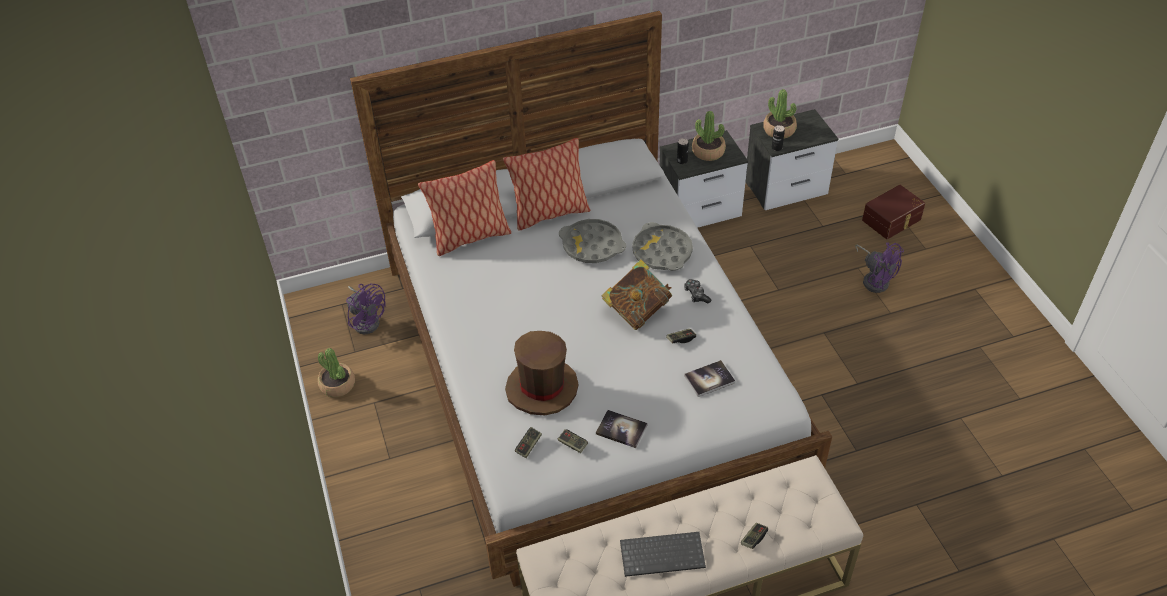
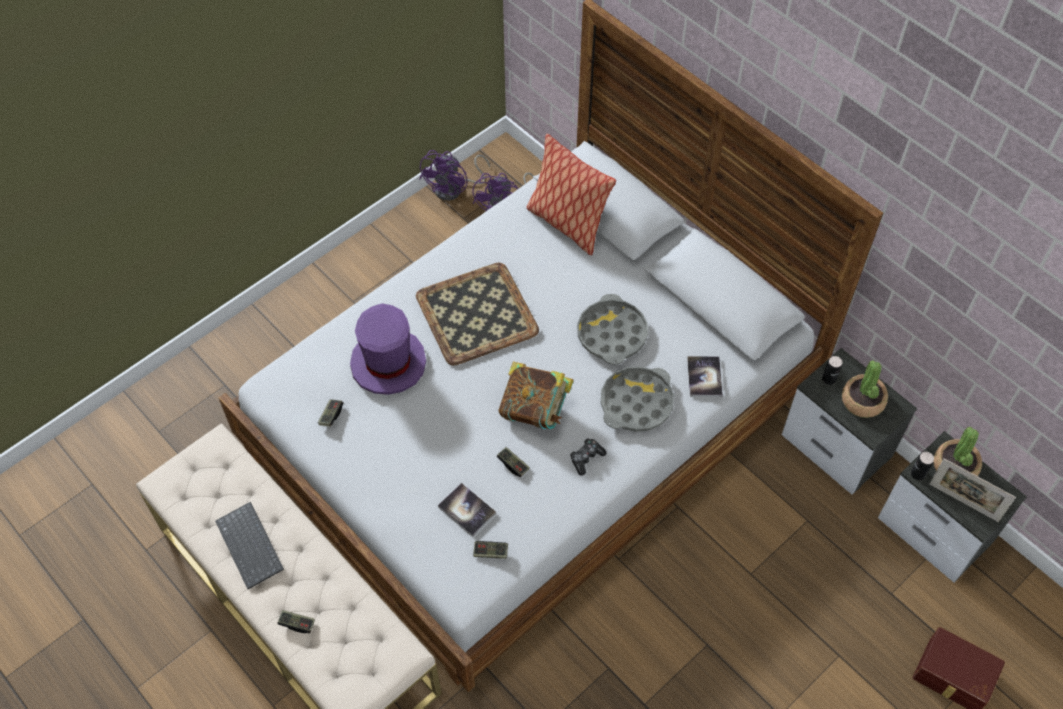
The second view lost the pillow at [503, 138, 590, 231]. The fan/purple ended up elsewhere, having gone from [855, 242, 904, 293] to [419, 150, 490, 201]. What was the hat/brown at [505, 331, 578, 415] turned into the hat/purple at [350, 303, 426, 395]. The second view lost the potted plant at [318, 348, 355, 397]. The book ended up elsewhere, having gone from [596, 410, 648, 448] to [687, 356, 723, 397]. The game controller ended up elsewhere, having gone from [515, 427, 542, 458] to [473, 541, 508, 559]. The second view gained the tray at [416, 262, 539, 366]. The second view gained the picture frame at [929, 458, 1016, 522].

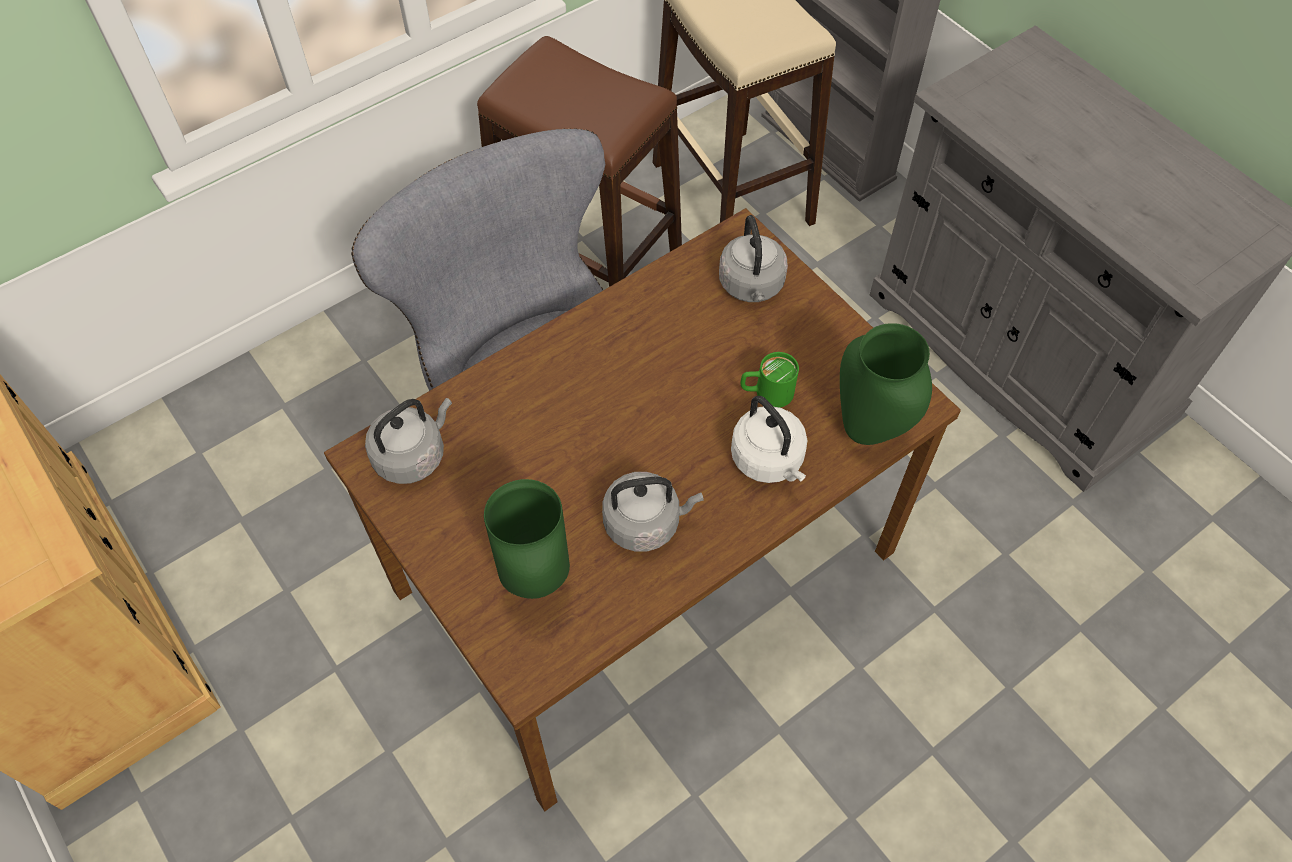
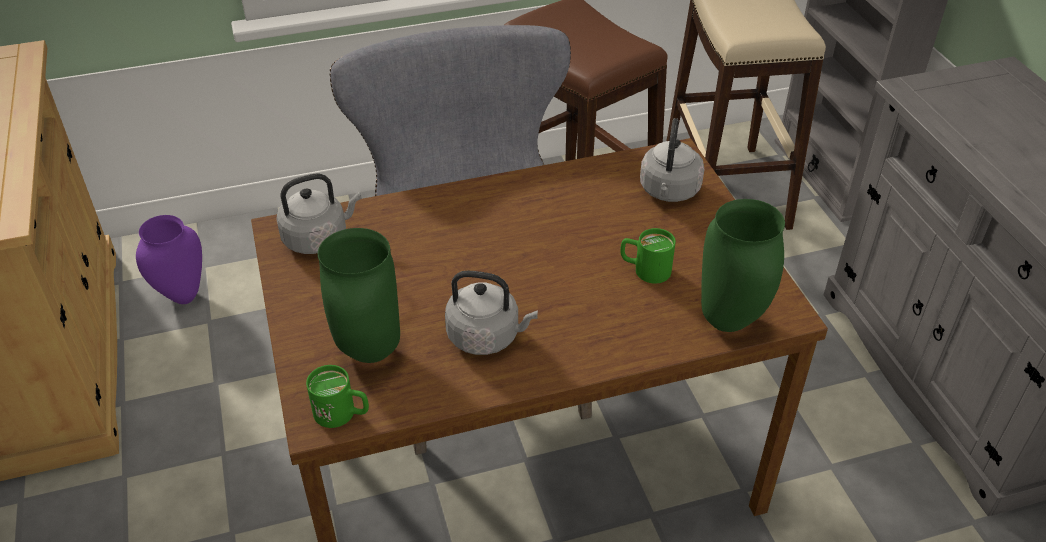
The second view lost the kettle/white at [731, 396, 808, 483]. The second view gained the vase/purple at [136, 215, 202, 304]. The second view gained the mug/green at [306, 365, 369, 428].

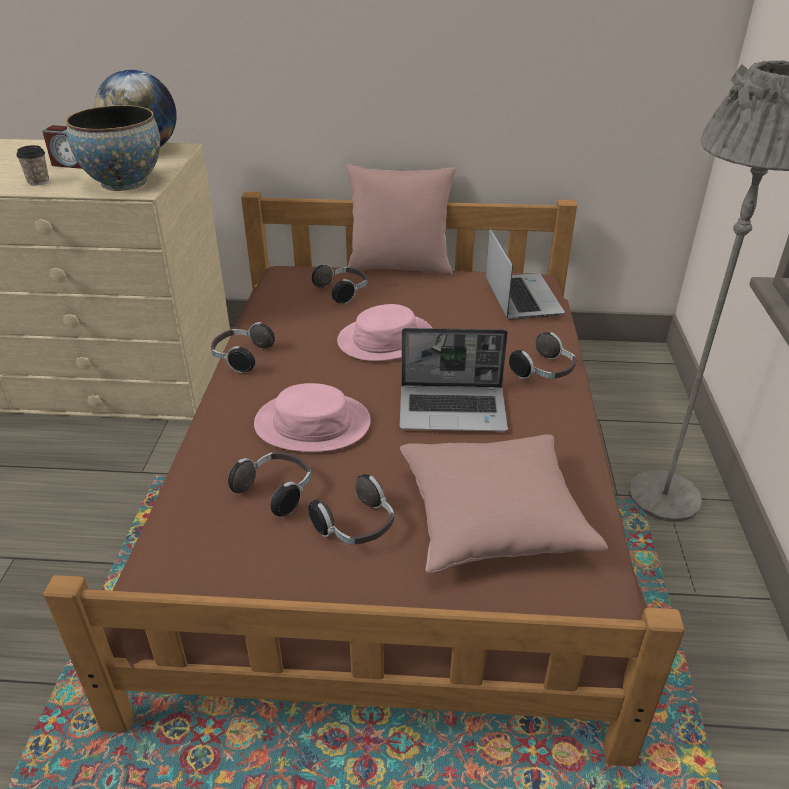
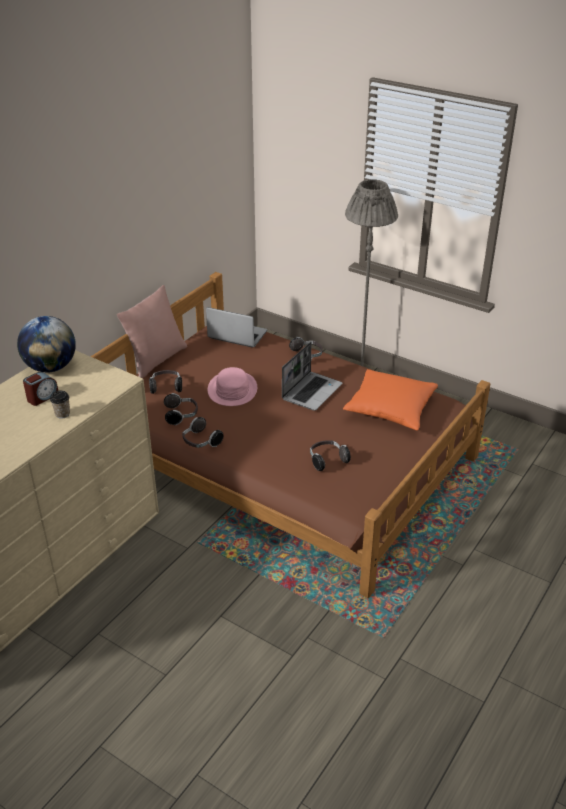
The second view lost the bowl at [66, 105, 160, 191]. The second view lost the hat/pink at [254, 383, 371, 452]. What was the pillow/pink at [400, 435, 608, 573] turned into the pillow/orange at [343, 369, 438, 431]. The headphones ended up elsewhere, having gone from [308, 474, 394, 545] to [164, 393, 198, 425].

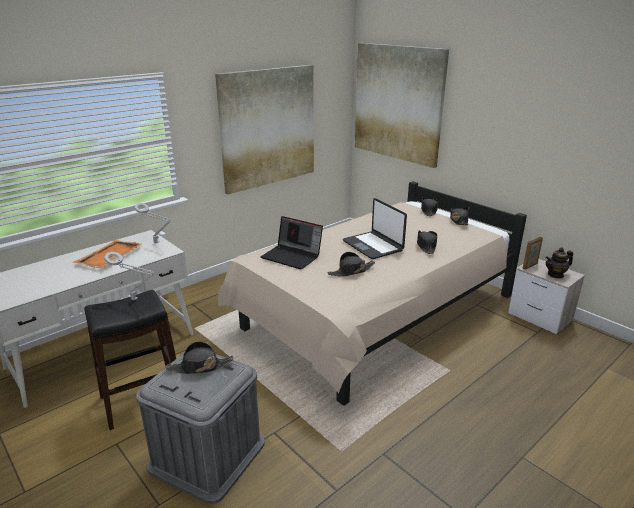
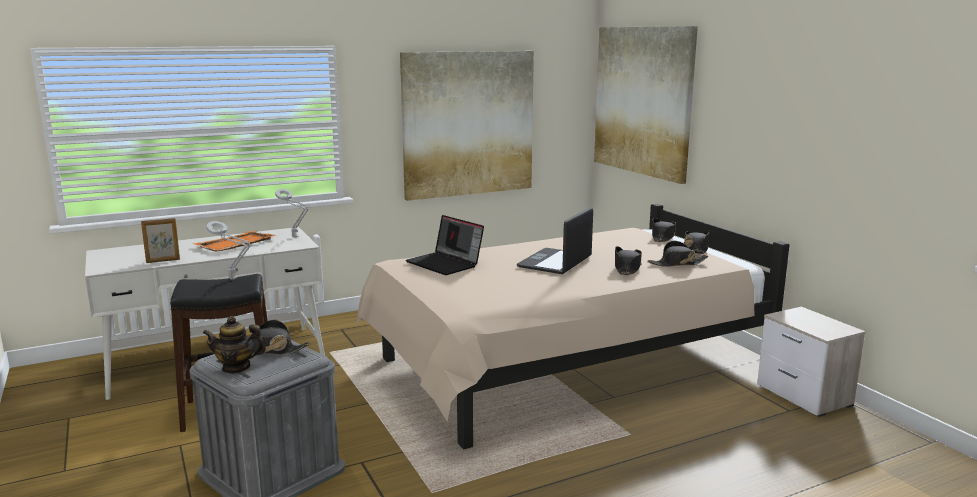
The laptop at [343, 198, 407, 259] ended up facing another way, 45 degrees clockwise from before. The picture frame ended up elsewhere, having gone from [522, 237, 543, 270] to [141, 218, 180, 263]. The teapot ended up elsewhere, having gone from [546, 247, 573, 278] to [203, 316, 266, 374]. The hat/black ended up elsewhere, having gone from [328, 252, 375, 277] to [647, 241, 708, 267].

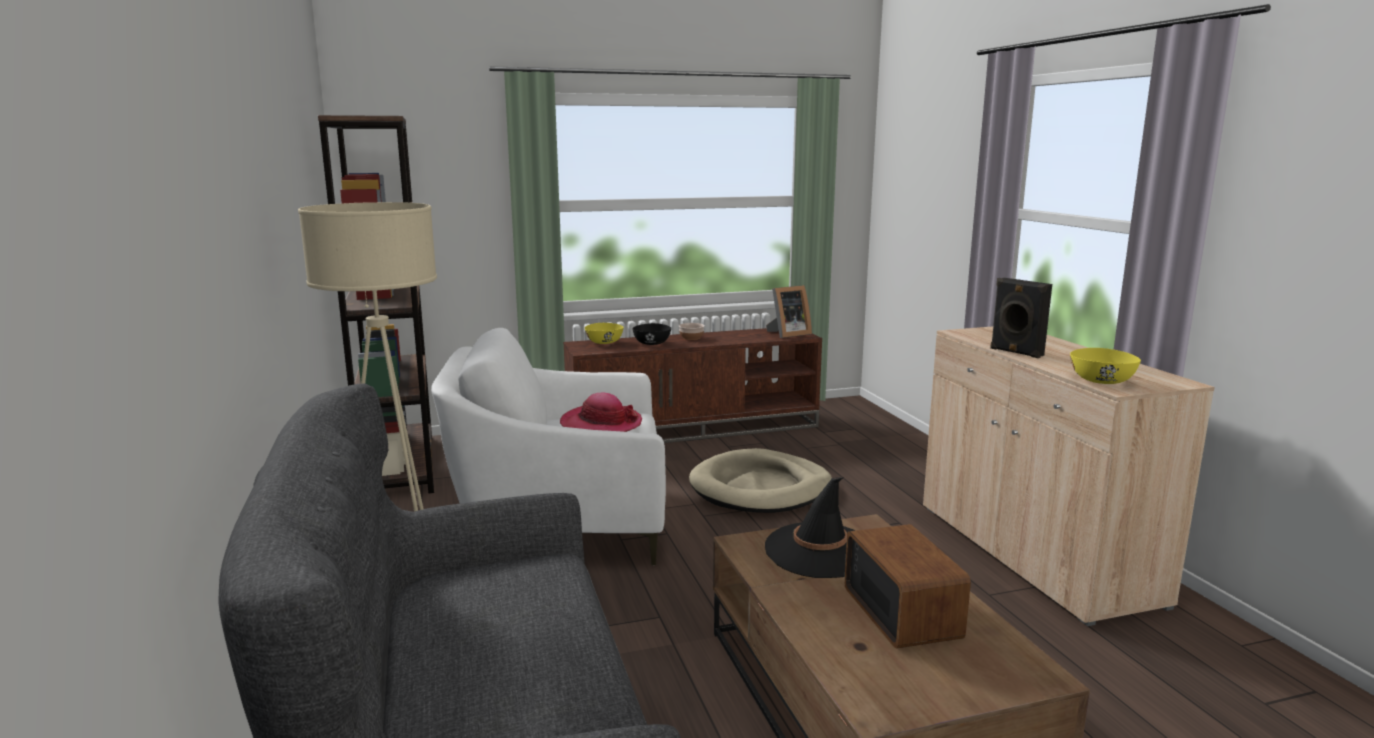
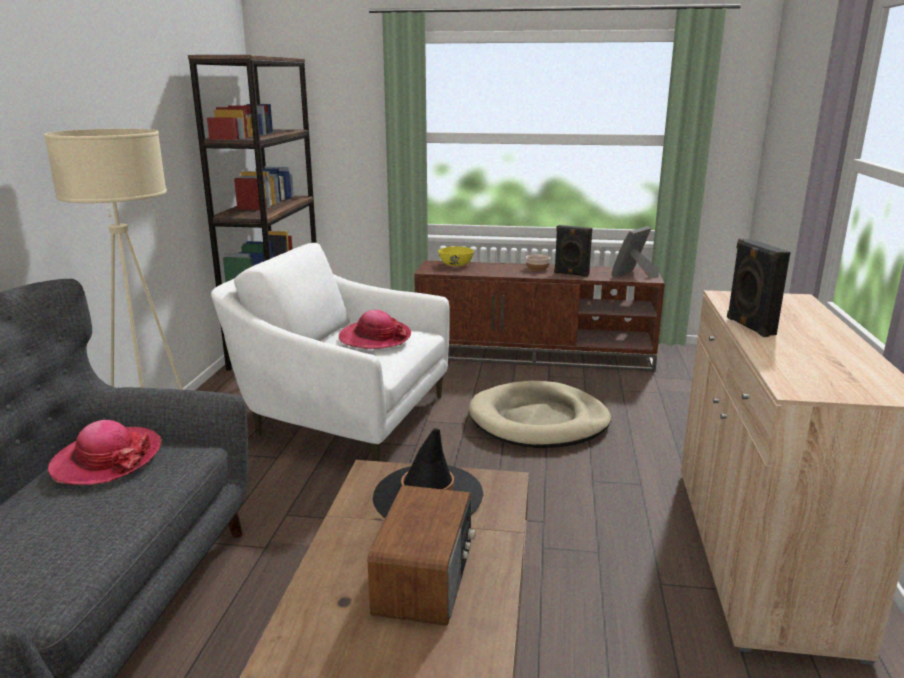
The picture frame at [766, 285, 812, 338] ended up facing another way, 135 degrees clockwise from before. The second view lost the bowl/black at [632, 323, 671, 345]. The second view lost the bowl/yellow at [1070, 348, 1141, 384]. The second view gained the speaker/black at [554, 225, 592, 277]. The second view gained the hat at [48, 420, 162, 485].

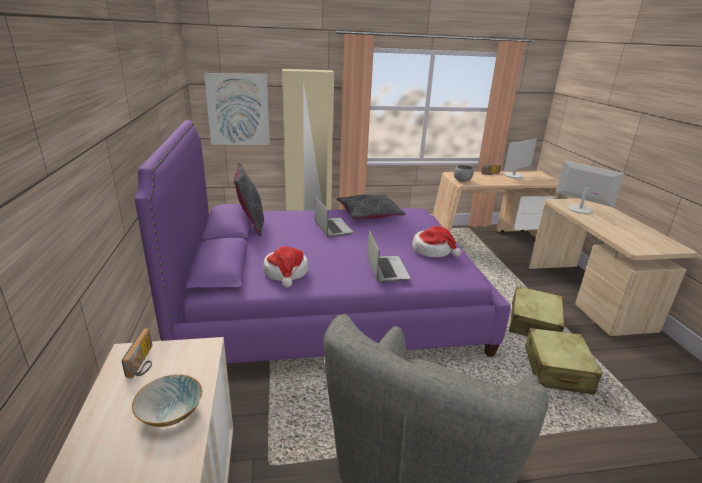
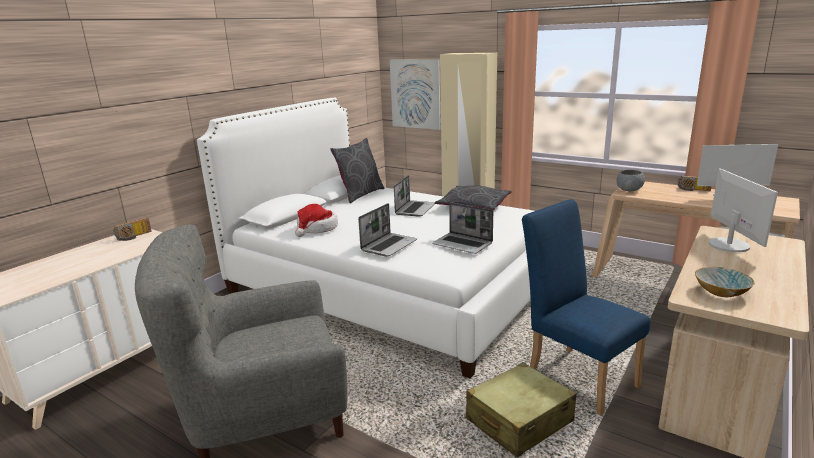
What was the bed/purple at [135, 120, 511, 364] turned into the bed/white at [197, 98, 534, 379]. Where the hat stood at [412, 226, 461, 257], the laptop came to stand at [432, 202, 493, 254]. Where the suitcase/beige stood at [509, 286, 565, 336], the chair/blue came to stand at [522, 199, 651, 416]. The bowl ended up elsewhere, having gone from [132, 374, 202, 427] to [695, 267, 755, 297].

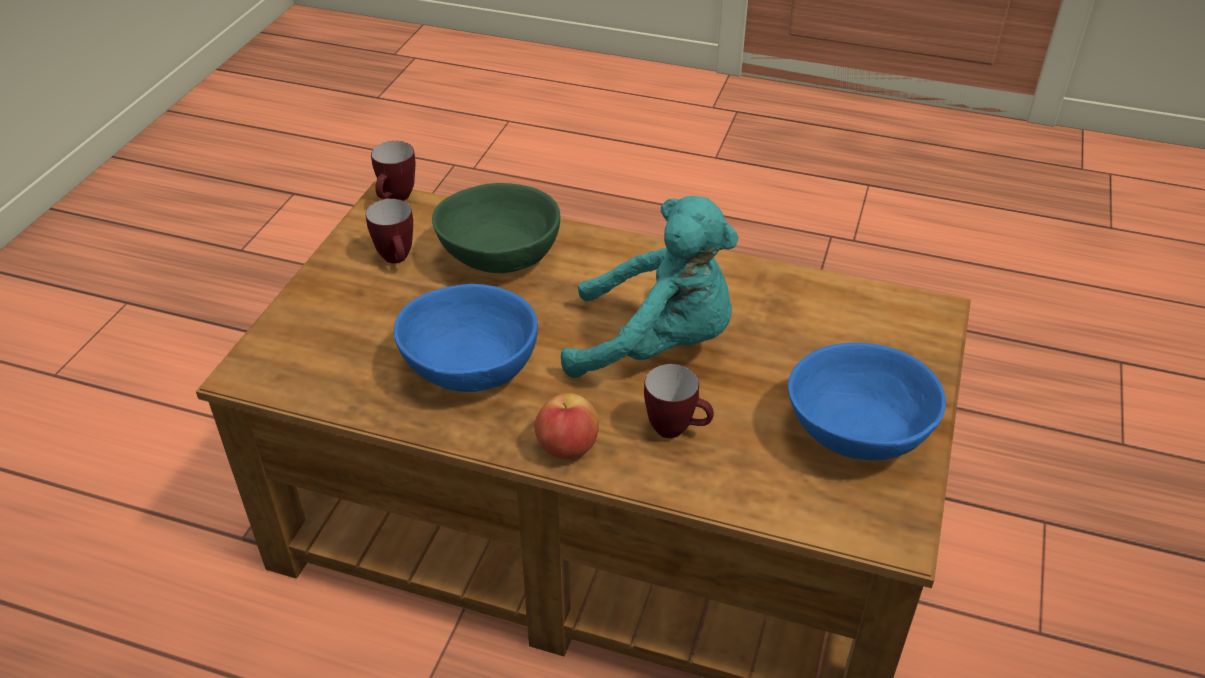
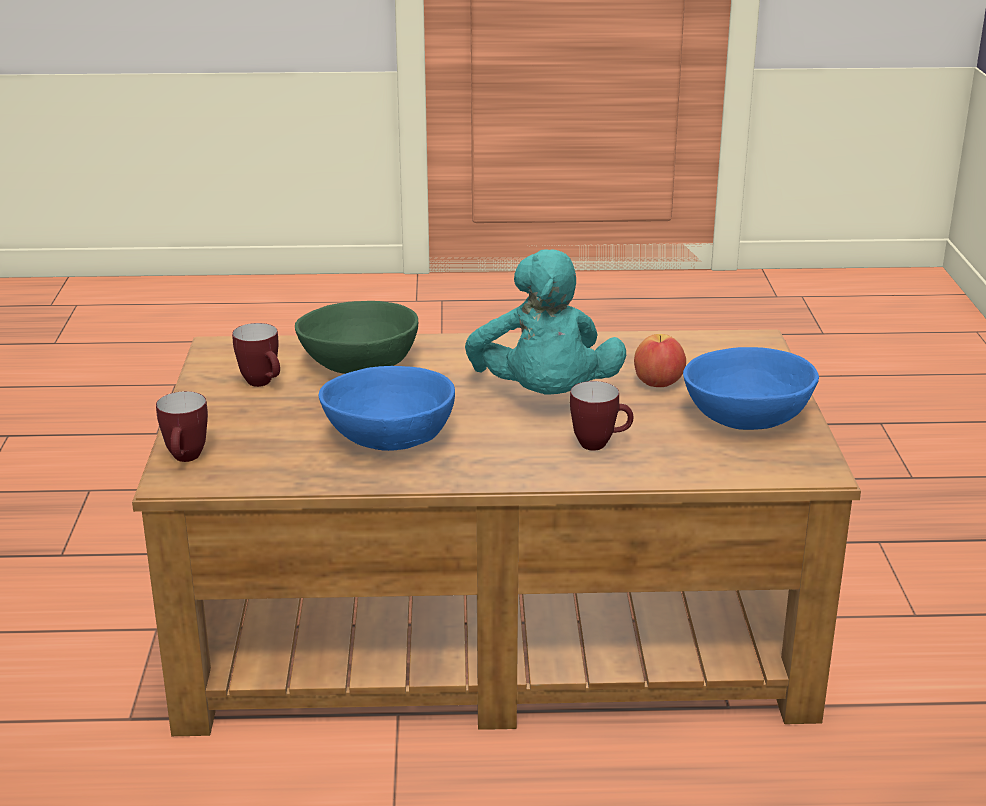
The mug ended up elsewhere, having gone from [371, 141, 416, 201] to [156, 391, 208, 462]. The plush toy/turquoise at [561, 196, 738, 378] ended up facing another way, 90 degrees clockwise from before. The apple ended up elsewhere, having gone from [534, 393, 599, 459] to [634, 334, 686, 387].

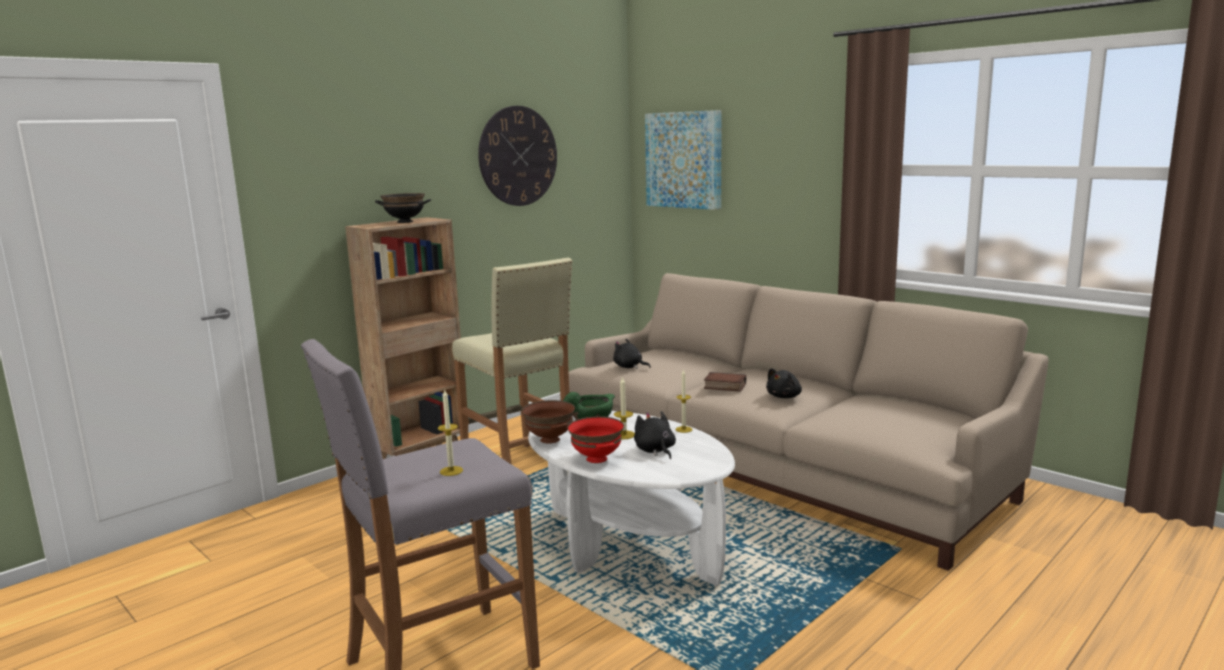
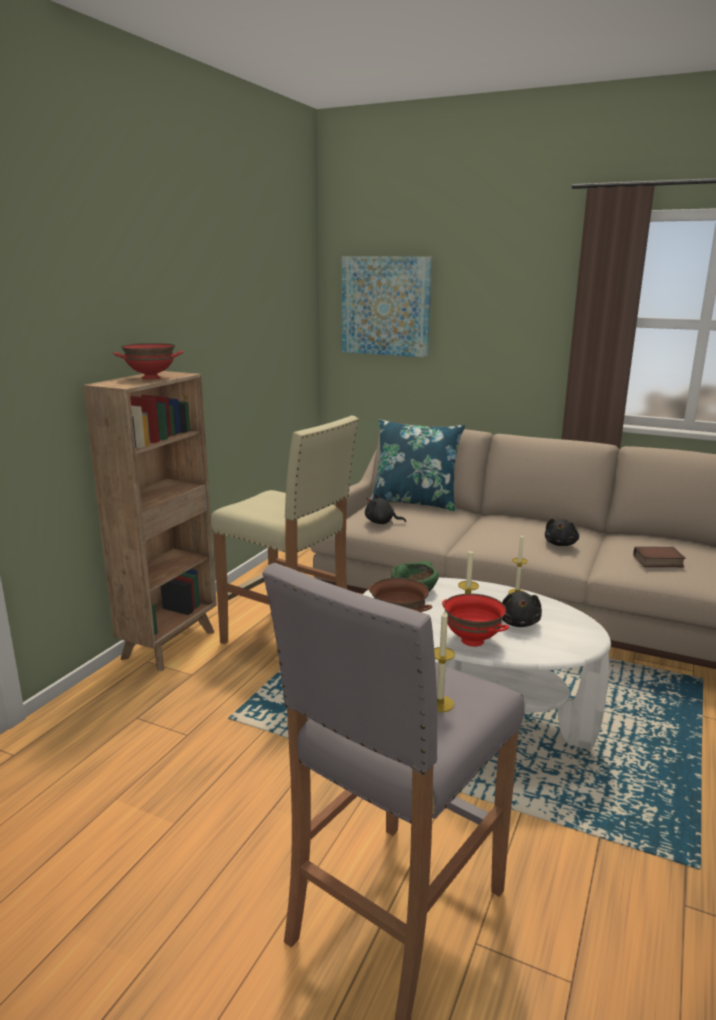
The second view lost the wall clock at [478, 106, 557, 206]. What was the bowl/black at [375, 193, 431, 223] turned into the bowl/red at [113, 343, 184, 380]. The book ended up elsewhere, having gone from [704, 372, 746, 392] to [633, 547, 686, 567]. The plush toy/black at [634, 411, 676, 459] ended up facing another way, 135 degrees counterclockwise from before. The second view gained the pillow/blue at [370, 419, 465, 511].

